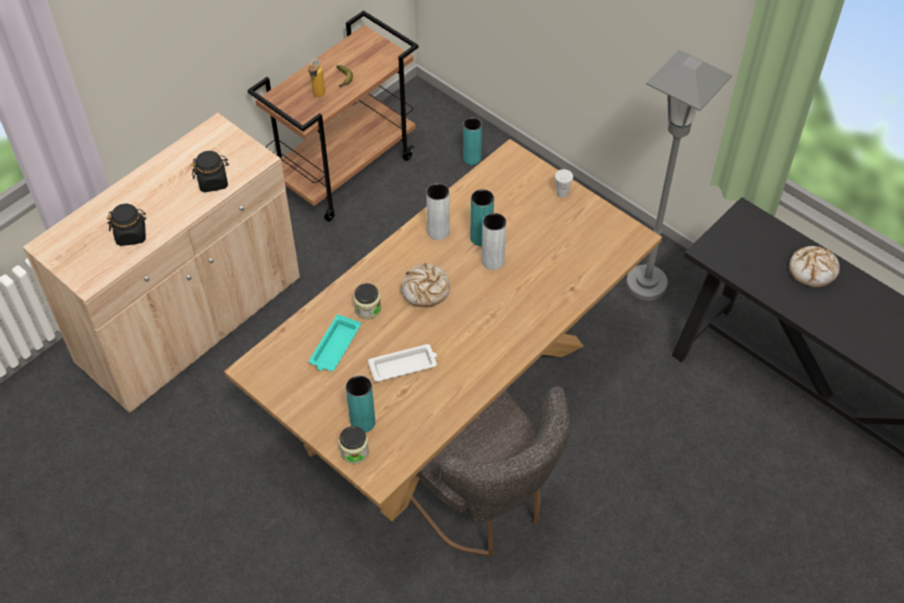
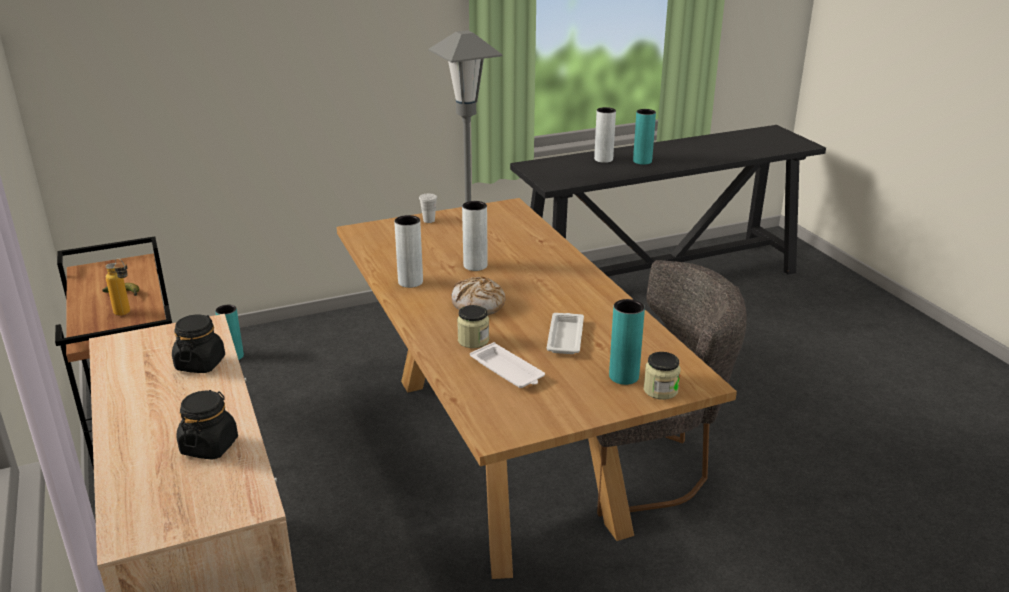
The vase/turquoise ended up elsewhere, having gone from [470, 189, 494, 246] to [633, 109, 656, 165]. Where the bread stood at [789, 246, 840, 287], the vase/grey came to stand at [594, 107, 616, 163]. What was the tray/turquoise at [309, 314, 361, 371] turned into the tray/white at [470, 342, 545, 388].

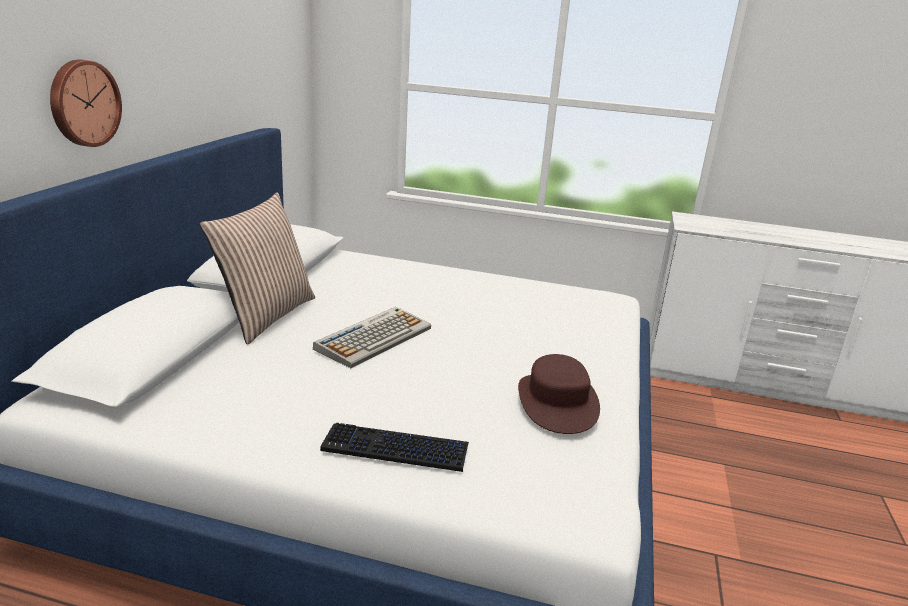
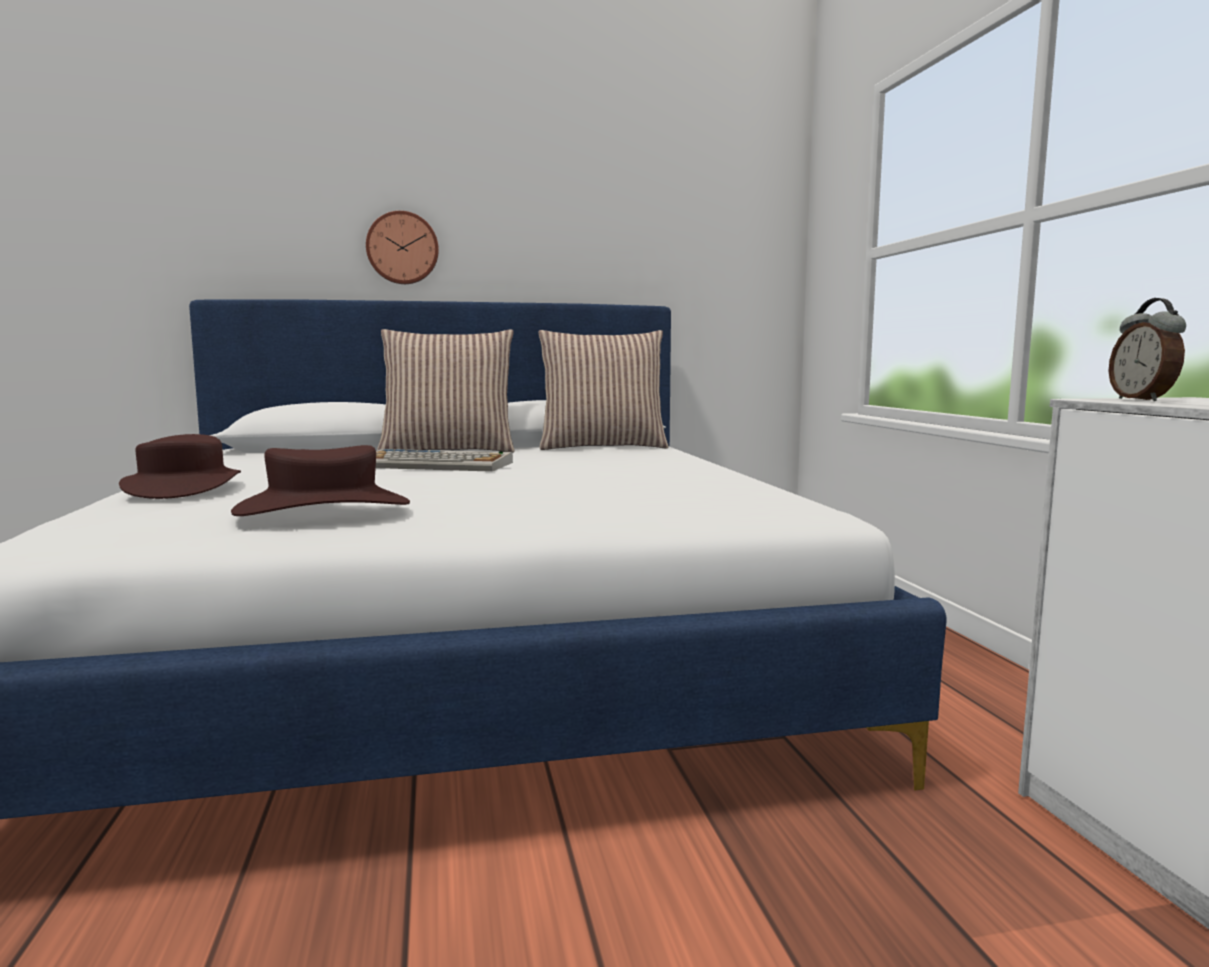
Where the keyboard stood at [320, 423, 469, 472], the hat/brown came to stand at [119, 434, 241, 499]. The second view gained the alarm clock at [1108, 298, 1186, 401]. The second view gained the pillow at [538, 330, 669, 450].

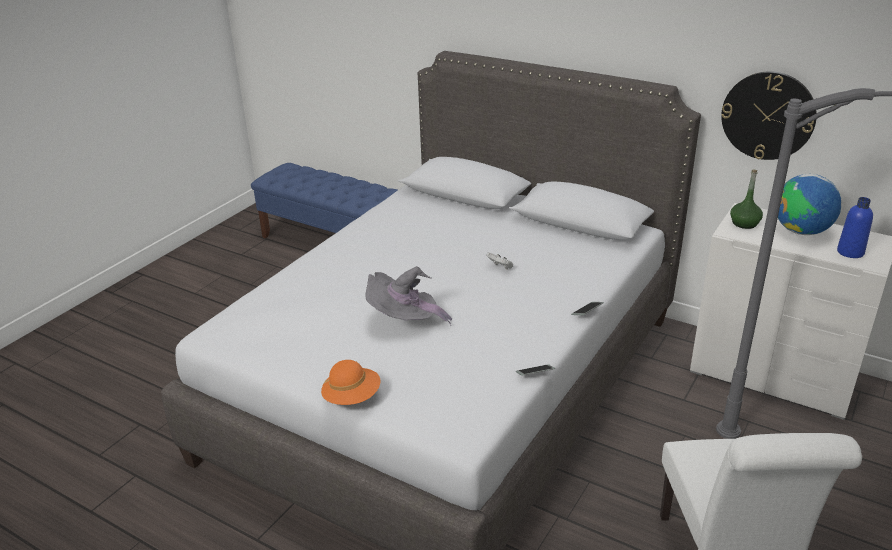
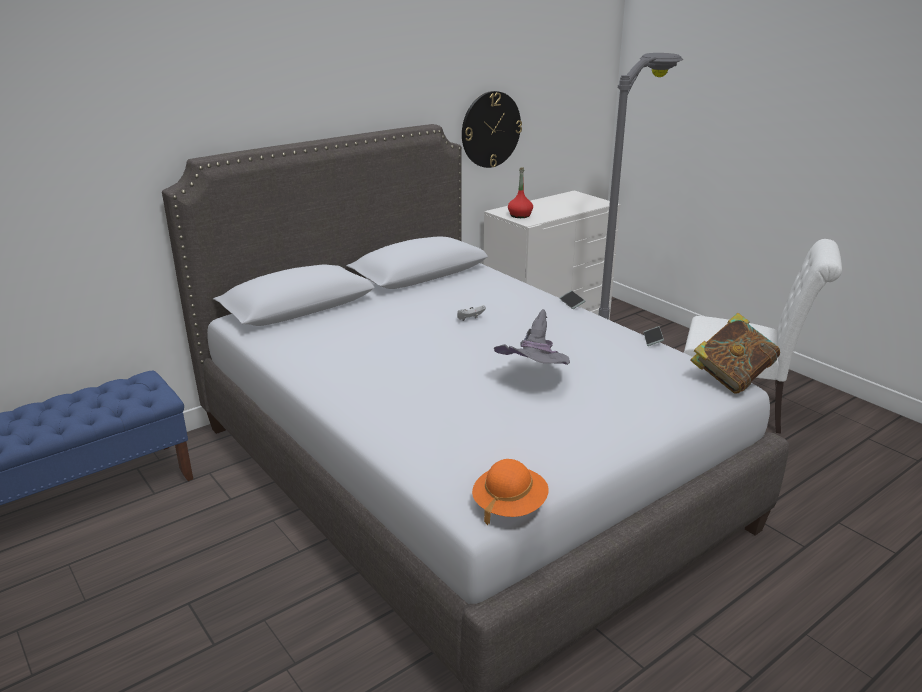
What was the bottle/green at [730, 170, 763, 229] turned into the bottle/red at [508, 167, 533, 218]. The second view lost the globe at [778, 174, 842, 235]. The second view lost the bottle/blue at [837, 197, 873, 258]. The hat/orange ended up elsewhere, having gone from [321, 360, 380, 405] to [472, 459, 549, 525]. The second view gained the book at [690, 313, 780, 394].

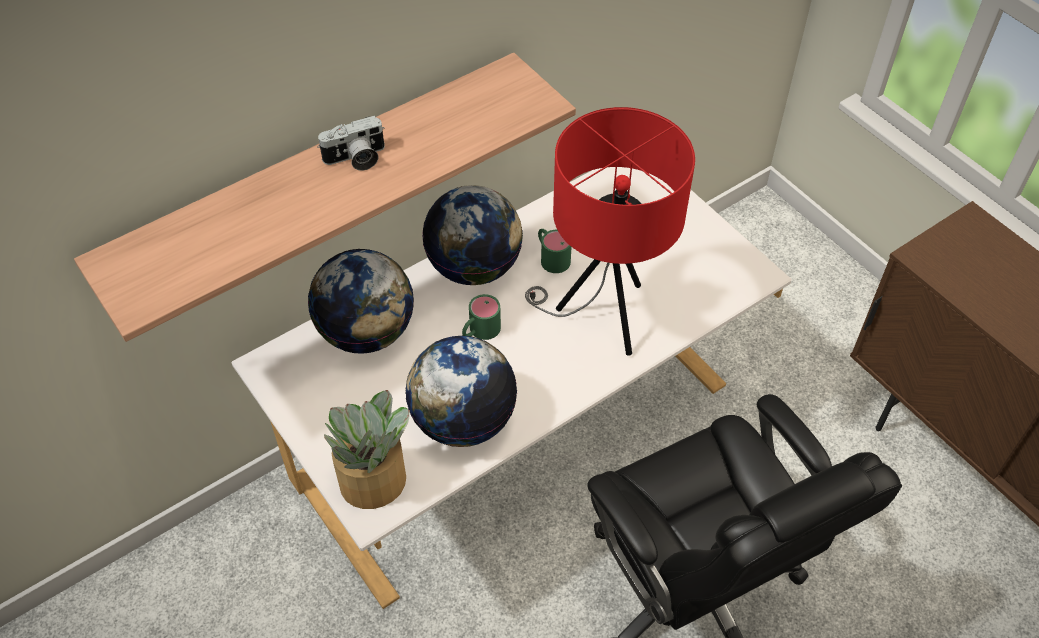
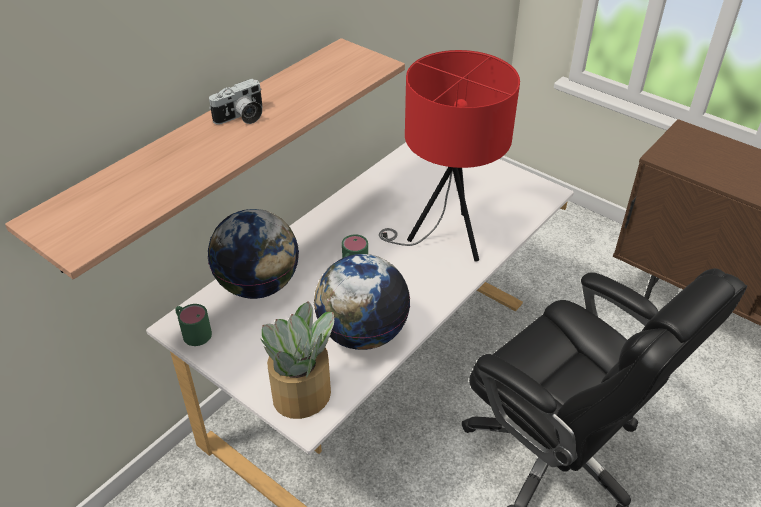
The second view lost the globe at [422, 185, 523, 285]. The mug/green ended up elsewhere, having gone from [538, 229, 572, 273] to [175, 304, 212, 346].

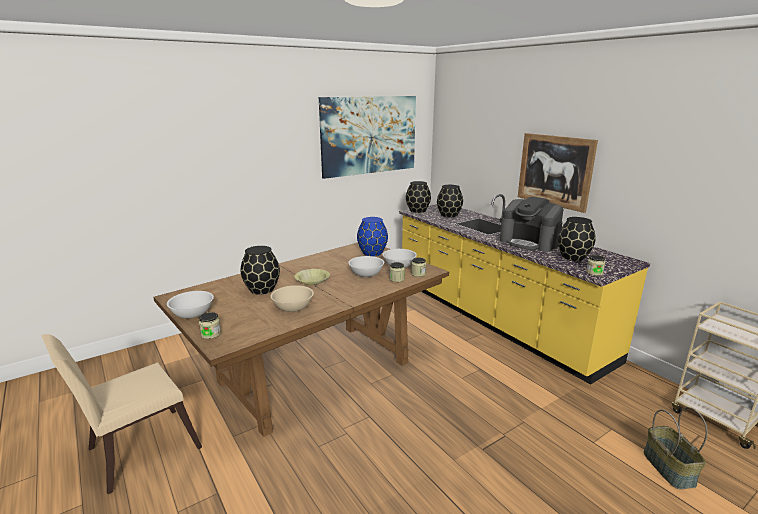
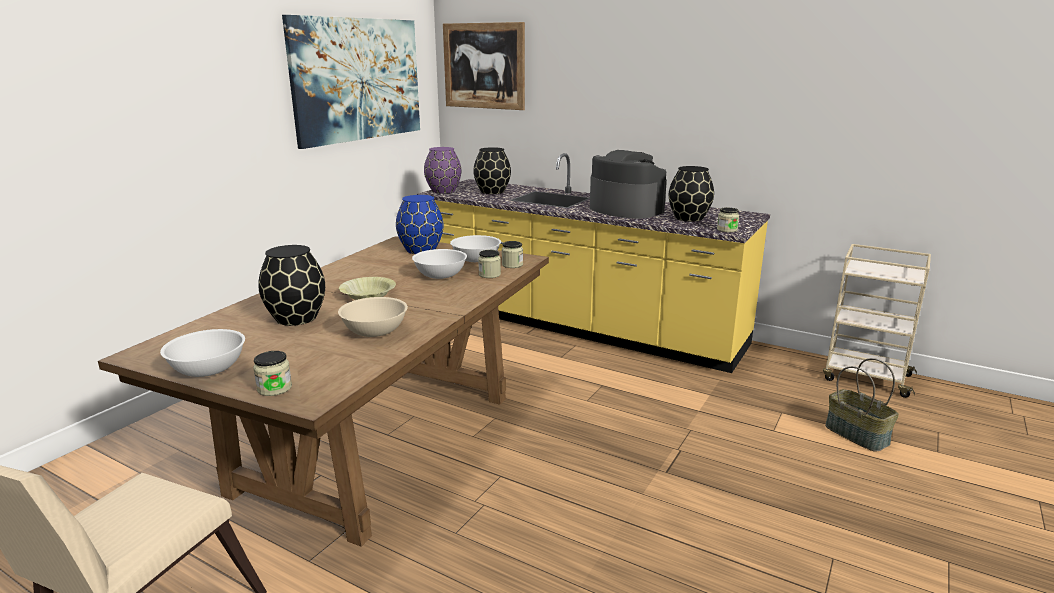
The picture ended up elsewhere, having gone from [518, 133, 598, 213] to [443, 22, 525, 110]. What was the vase/black at [406, 181, 431, 213] turned into the vase/purple at [424, 147, 461, 193]. The coffee machine at [500, 197, 564, 252] ended up facing another way, 150 degrees counterclockwise from before.

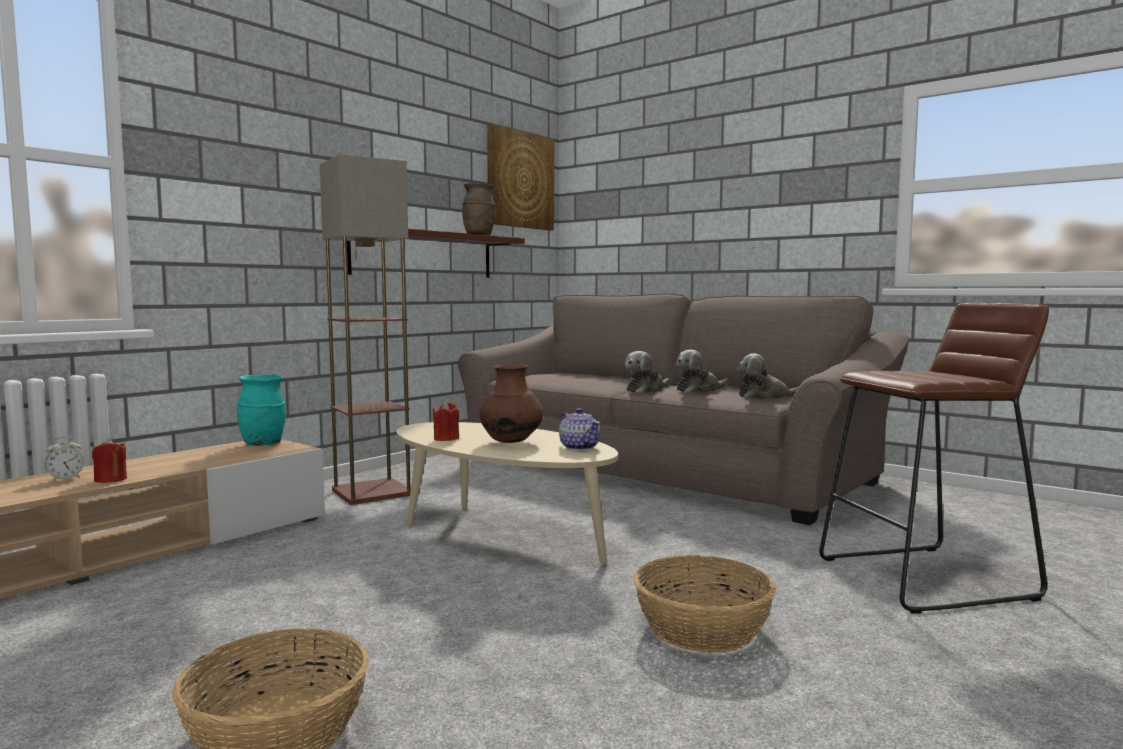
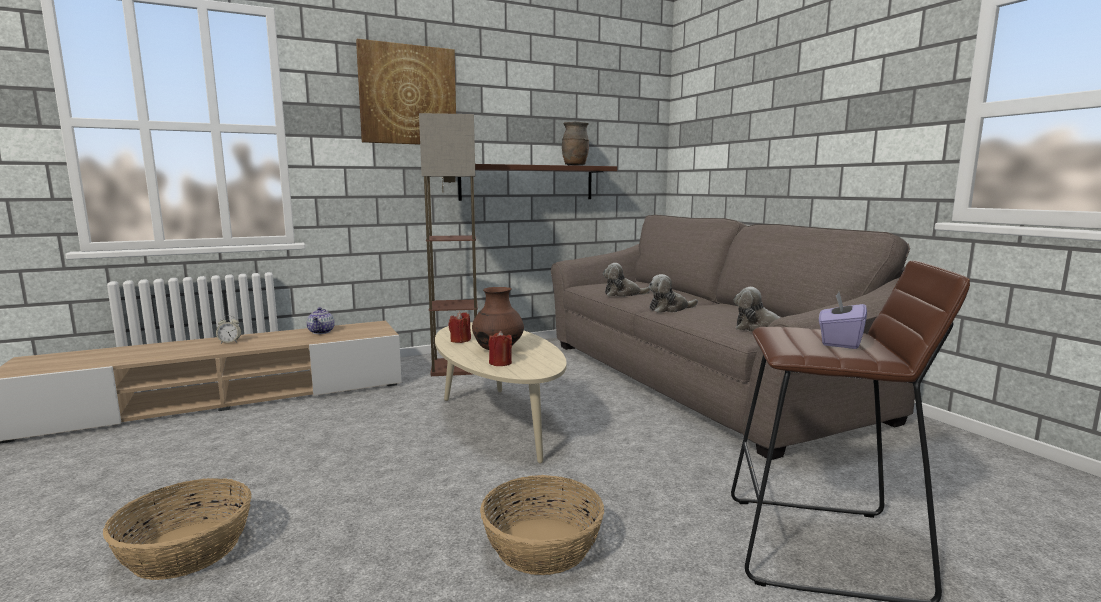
The picture ended up elsewhere, having gone from [487, 124, 554, 231] to [356, 39, 456, 145]. The plush toy ended up elsewhere, having gone from [676, 350, 729, 393] to [603, 263, 650, 297]. The second view lost the vase/turquoise at [237, 374, 286, 445]. The teapot ended up elsewhere, having gone from [559, 408, 600, 451] to [307, 307, 335, 334]. The candle/red ended up elsewhere, having gone from [92, 438, 127, 483] to [488, 331, 512, 366]. The second view gained the tissue box/purple at [819, 292, 867, 349].

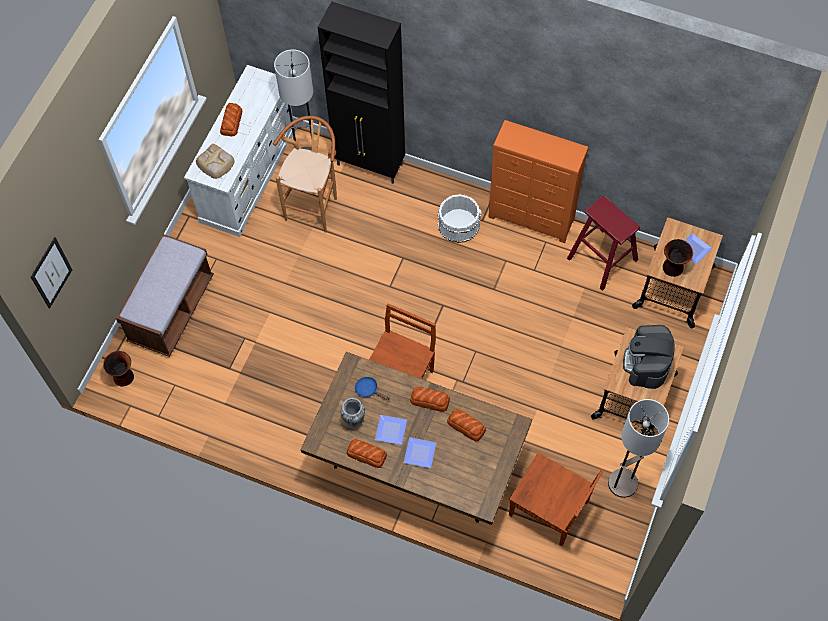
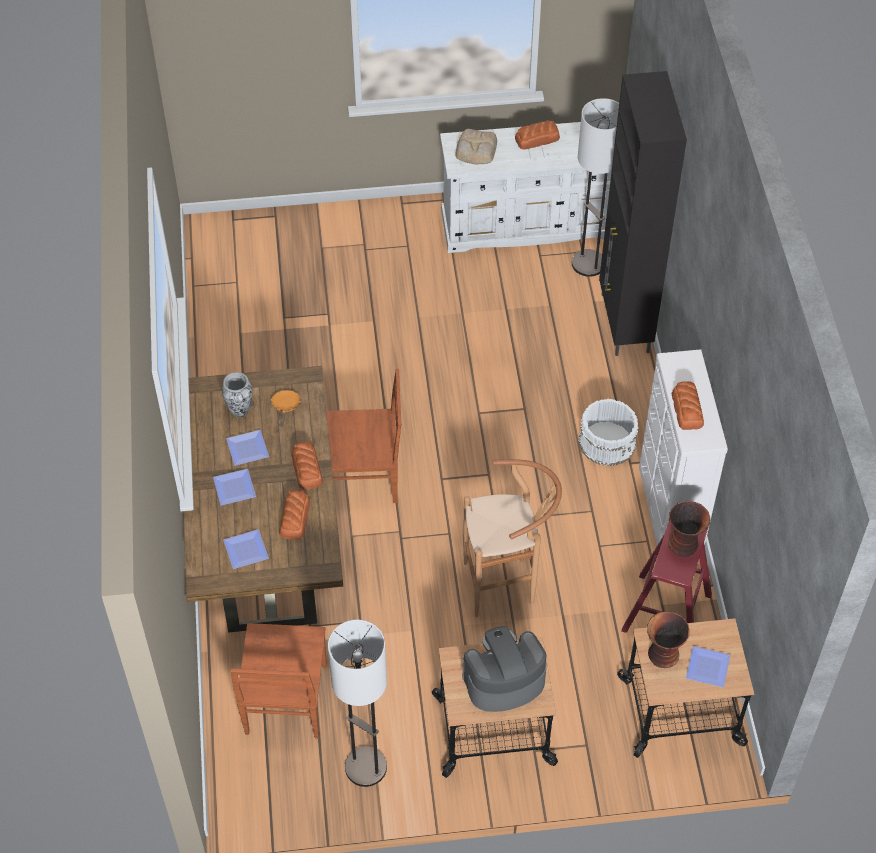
The stool/brown ended up elsewhere, having gone from [273, 116, 337, 233] to [463, 459, 562, 617]. What was the dresser/orange at [488, 120, 589, 243] turned into the dresser/white at [639, 349, 728, 545]. The second view lost the bench/brown at [116, 234, 214, 357]. The second view lost the picture at [31, 237, 72, 309]. The vase ended up elsewhere, having gone from [103, 351, 134, 386] to [668, 501, 710, 557]. What was the frying pan/blue at [355, 377, 390, 400] turned into the frying pan/orange at [271, 390, 301, 427]. The bread ended up elsewhere, having gone from [347, 439, 387, 468] to [672, 381, 704, 430]. The second view gained the plate at [223, 529, 269, 569].

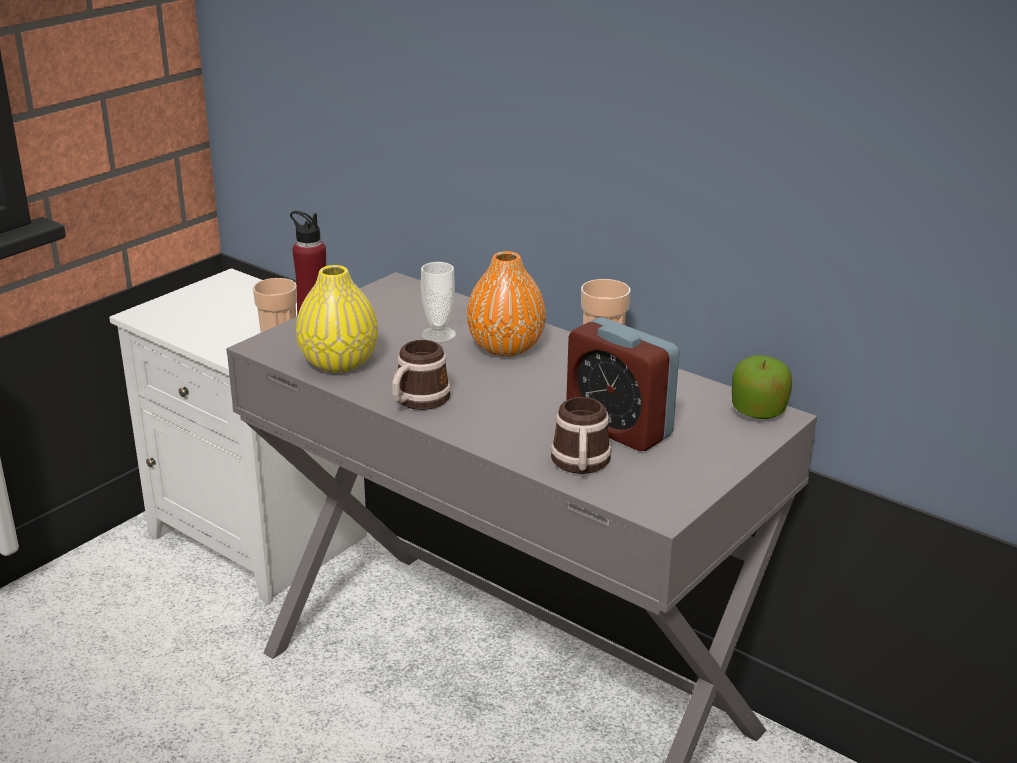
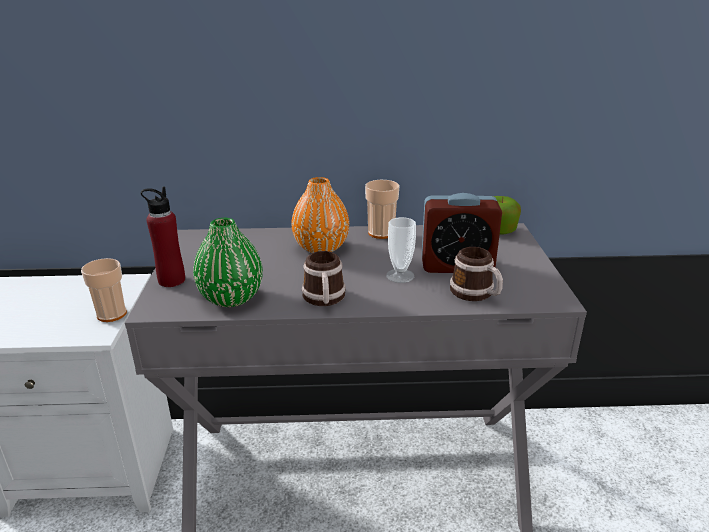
The cup ended up elsewhere, having gone from [421, 262, 456, 343] to [386, 217, 416, 283]. What was the vase/yellow at [296, 265, 378, 373] turned into the vase/green at [193, 218, 263, 307].

